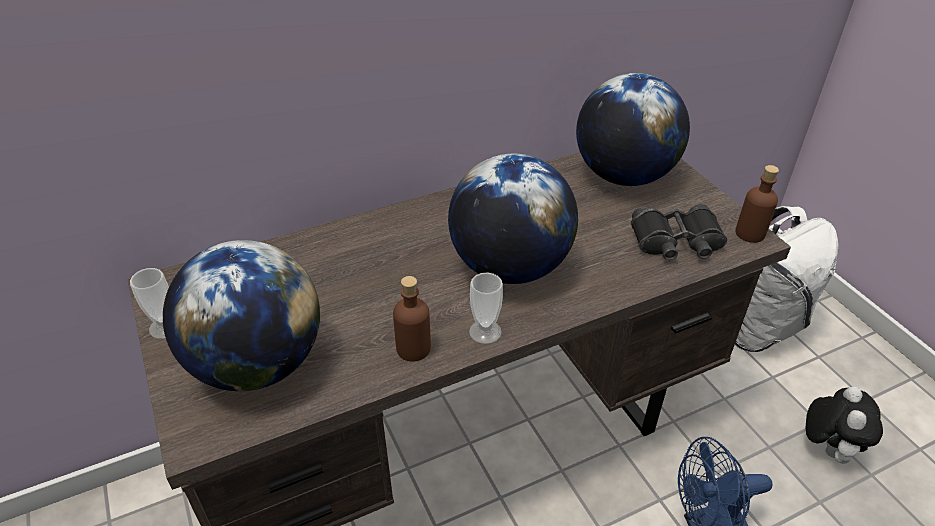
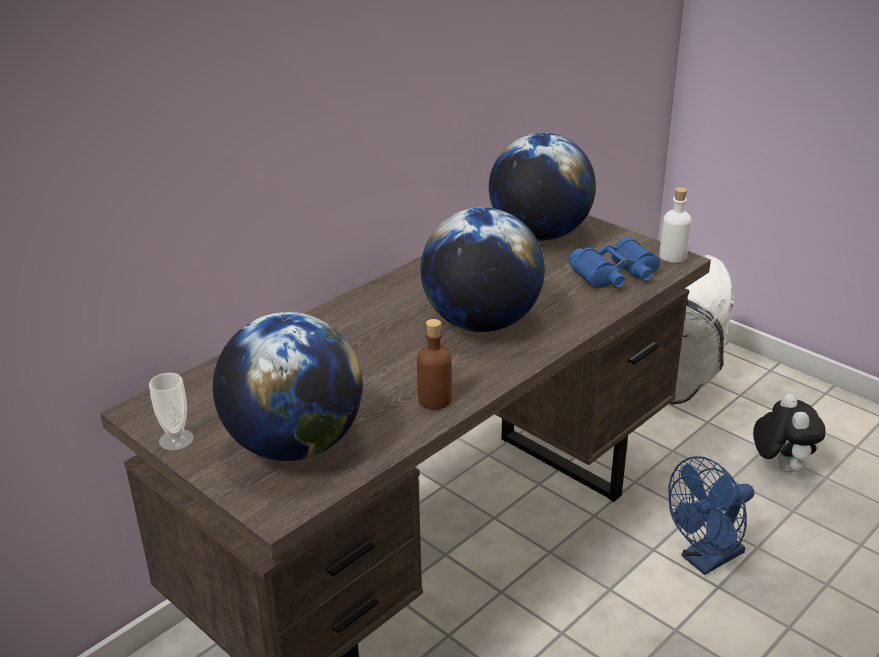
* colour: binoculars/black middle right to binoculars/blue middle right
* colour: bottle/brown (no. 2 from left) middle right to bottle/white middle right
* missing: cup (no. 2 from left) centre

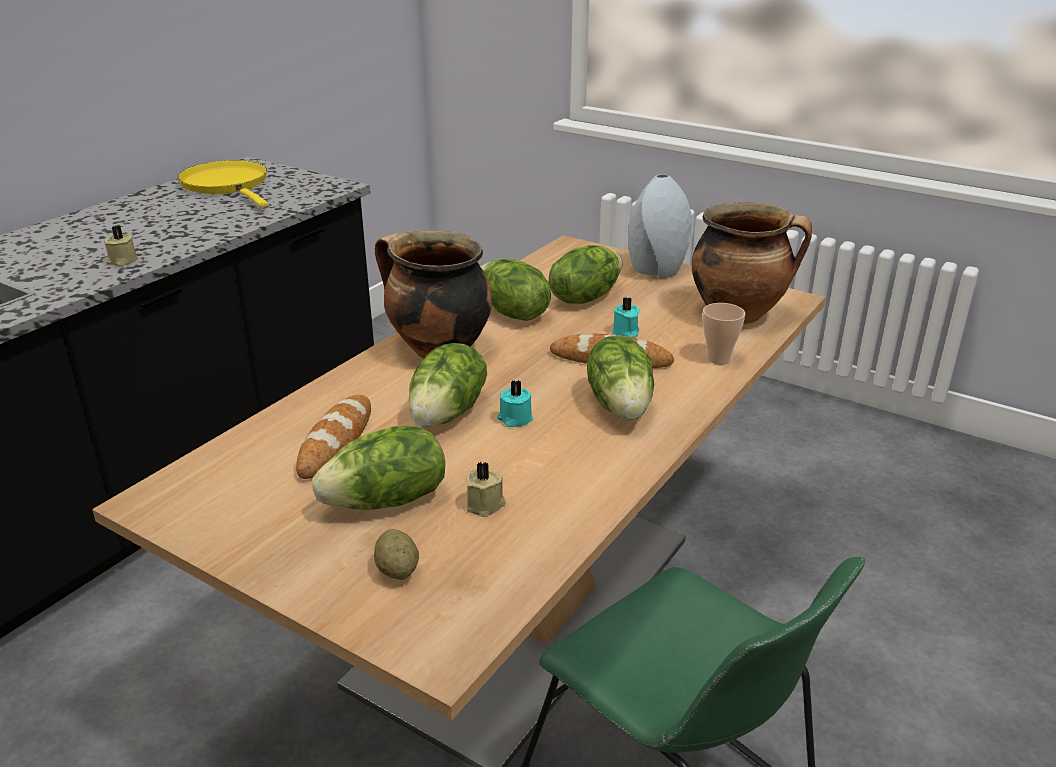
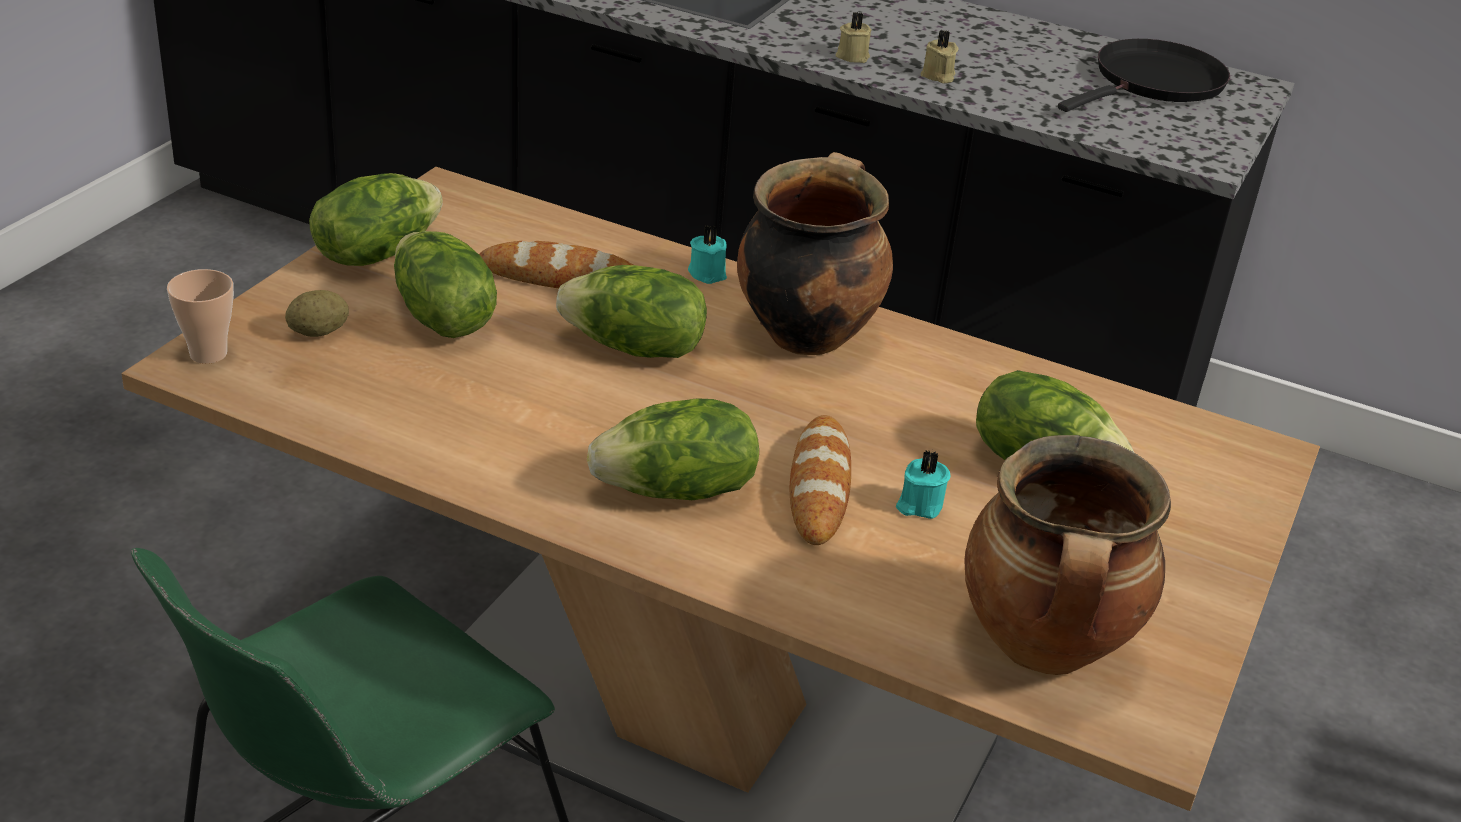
* relocated: cup middle right to middle left
* relocated: lettuce (no. 3 from left in the first image) centre to lettuce (no. 1 from left) top left
* relocated: candle/turquoise (no. 1 from left) centre to top centre
* relocated: candle/beige (no. 2 from left) centre to top centre
* colour: frying pan/yellow top left to frying pan/black top right
* missing: vase/grey top centre

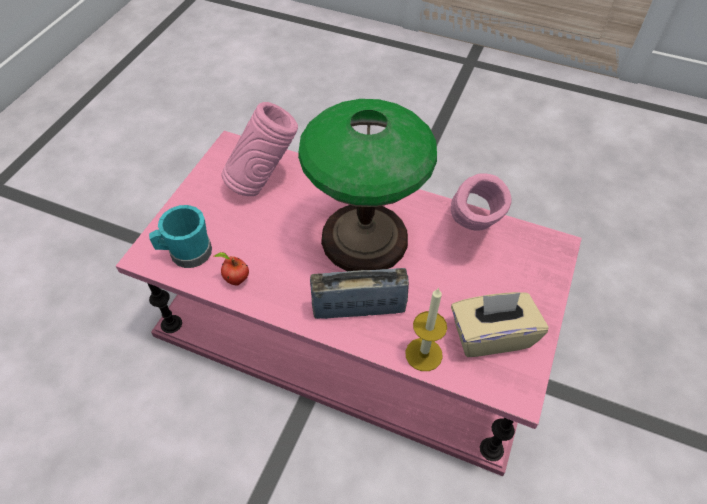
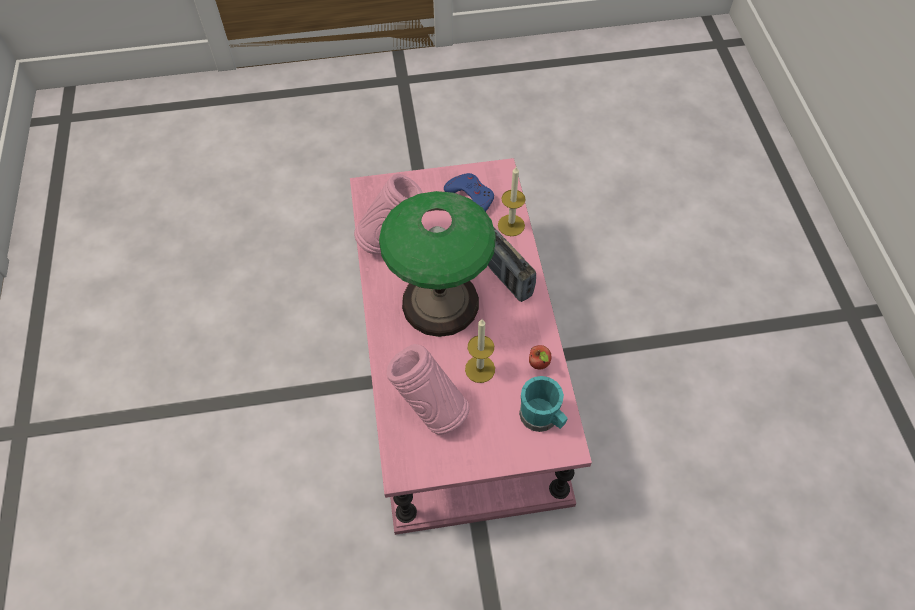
* exchanged: tissue box/beige middle right to game controller/blue top centre
* appeared: candle (no. 1 from left) centre

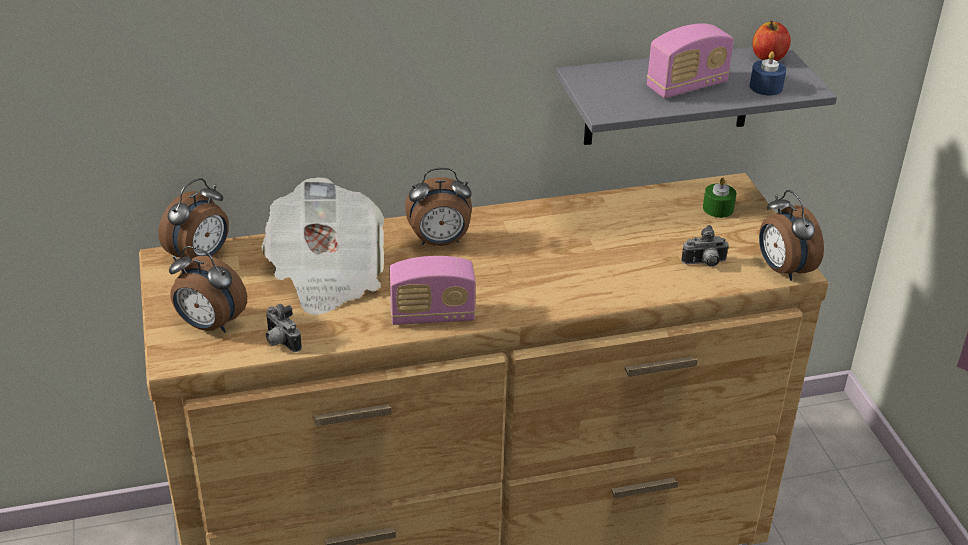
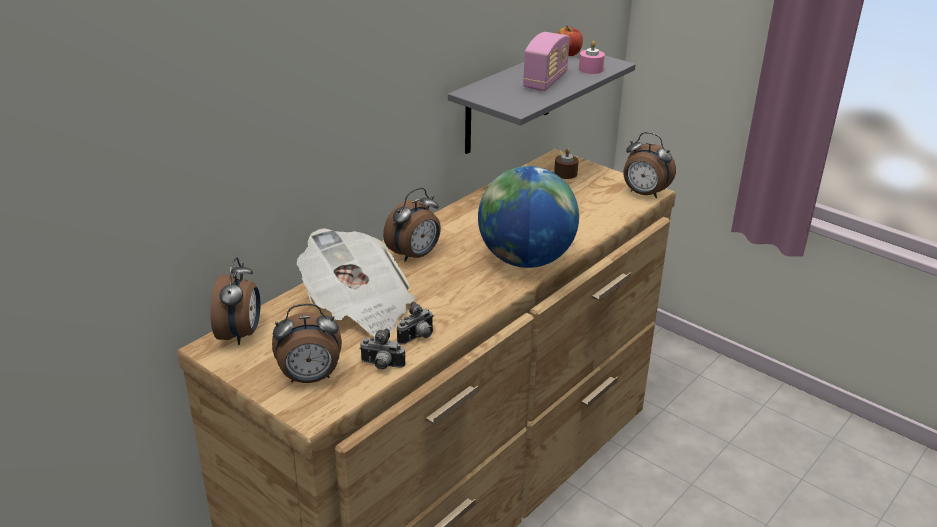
* relocated: photo camera (no. 2 from left) middle right to centre
* appeared: globe centre
* colour: candle/green middle right to candle/brown top centre
* colour: candle/blue top right to candle/pink top centre
* missing: radio (no. 1 from left) centre

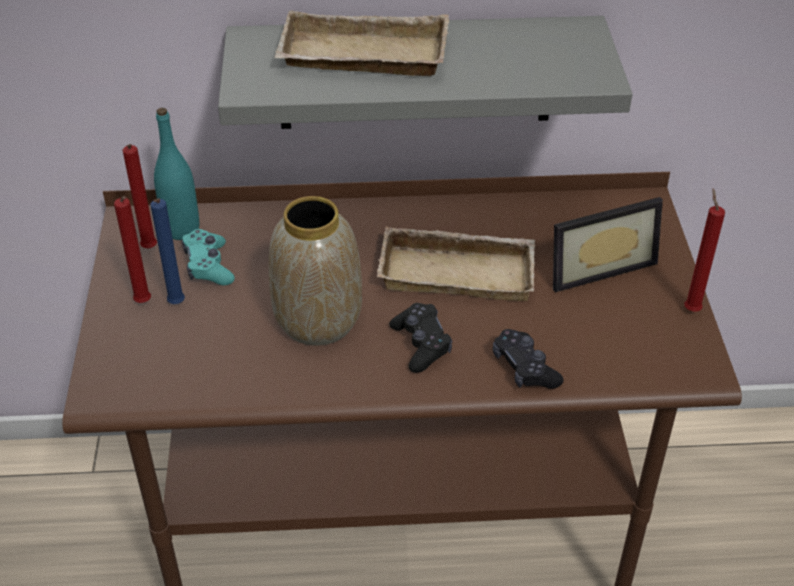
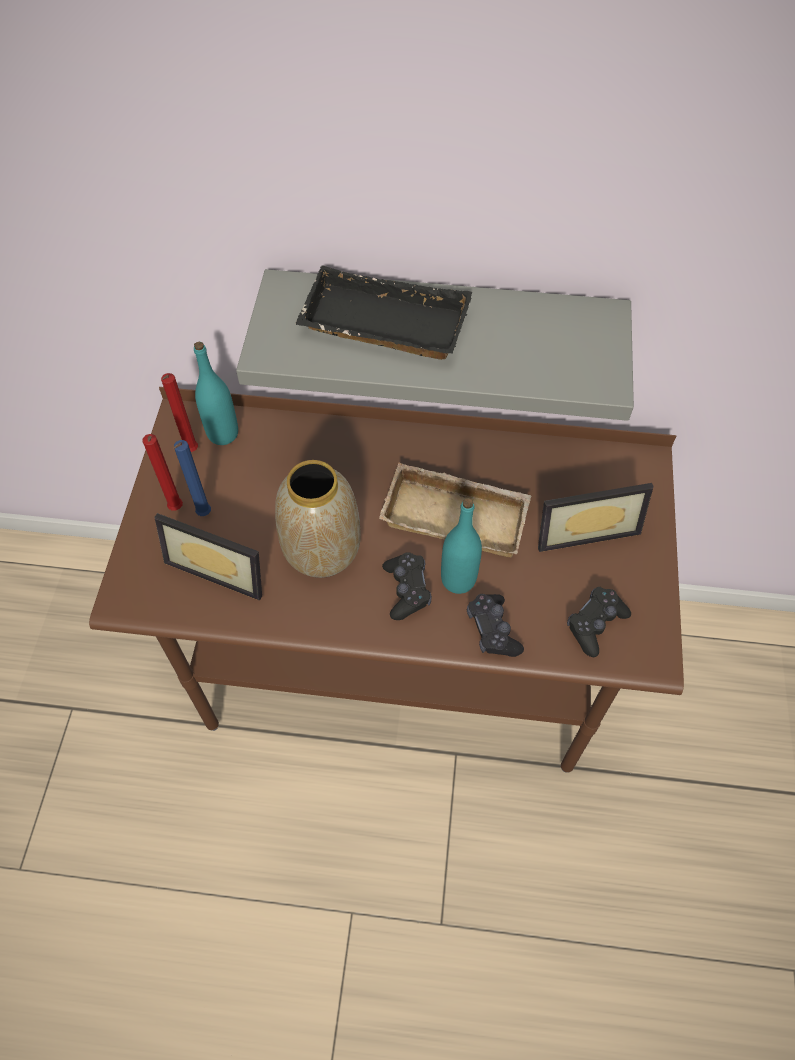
* appeared: picture frame (no. 1 from left) middle left
* colour: tray/beige (no. 1 from left) top centre to tray/black top centre
* appeared: bottle/turquoise (no. 2 from left) centre
* appeared: game controller/black (no. 3 from left) middle right
* missing: game controller/turquoise middle left
* missing: candle/red (no. 3 from left) middle right

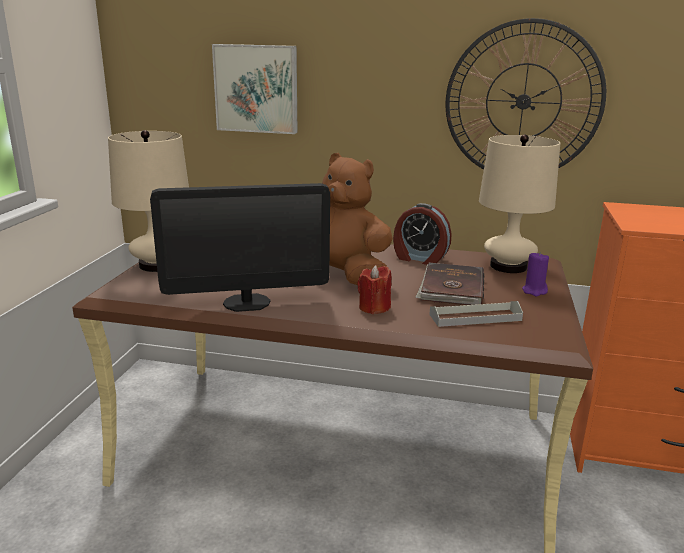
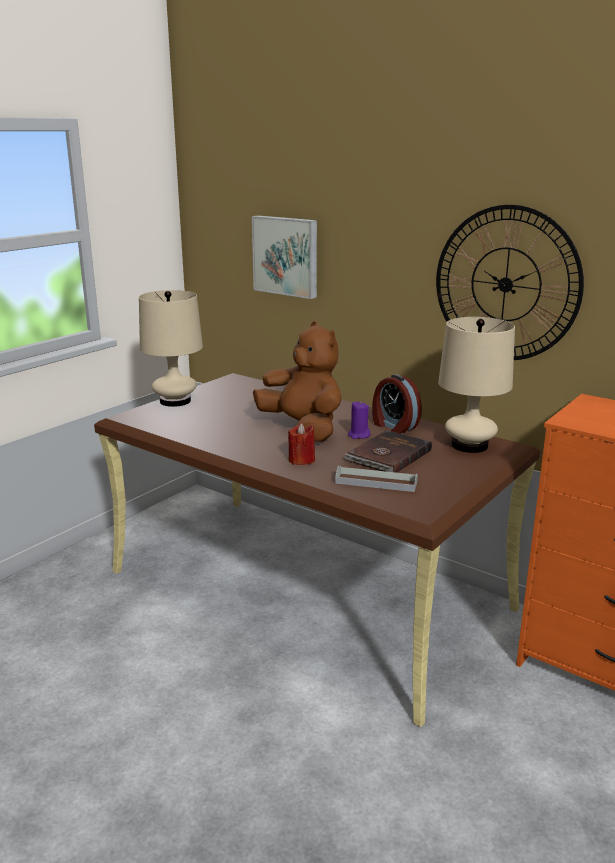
* relocated: candle/purple middle right to centre
* missing: monitor centre

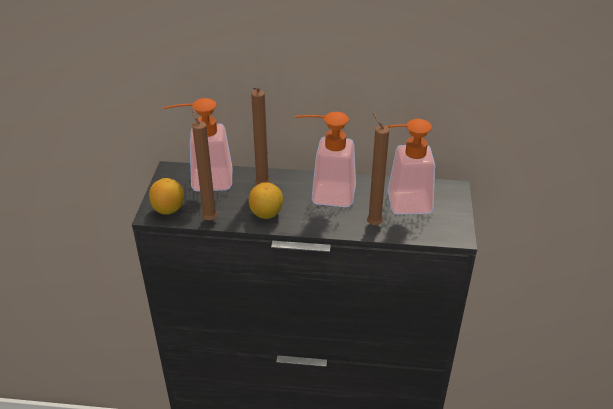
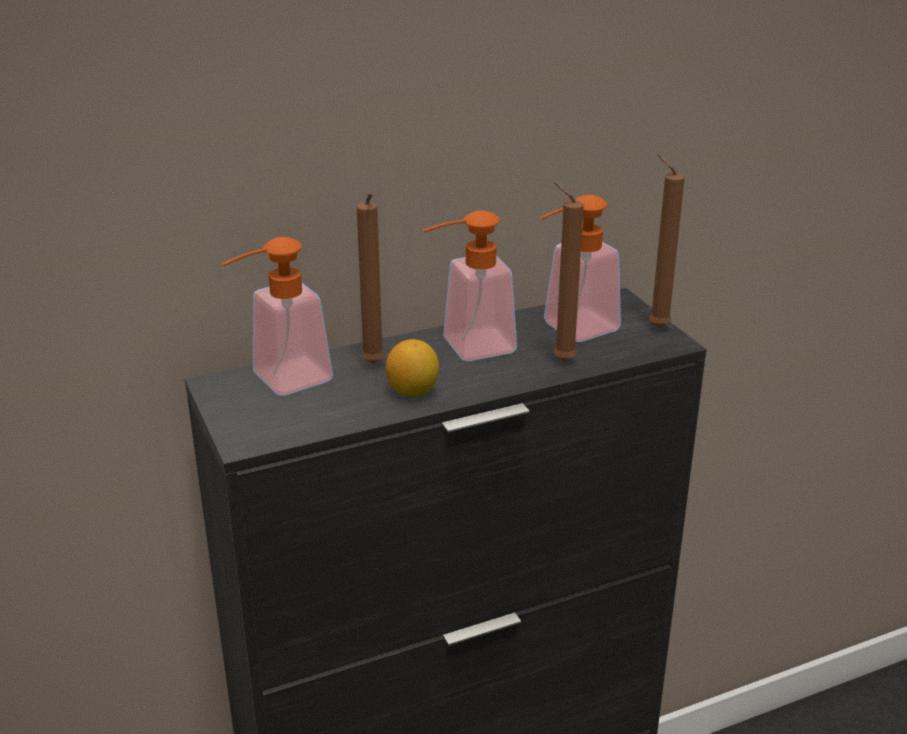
* relocated: candle/brown (no. 1 from left in the first image) middle left to candle/brown (no. 3 from left) top right
* missing: lemon (no. 1 from left) middle left

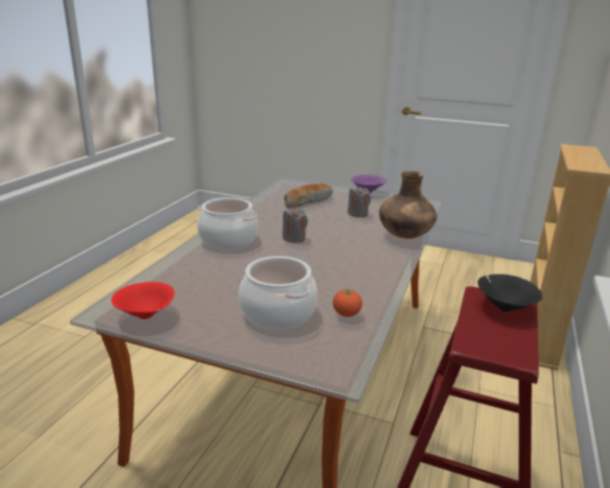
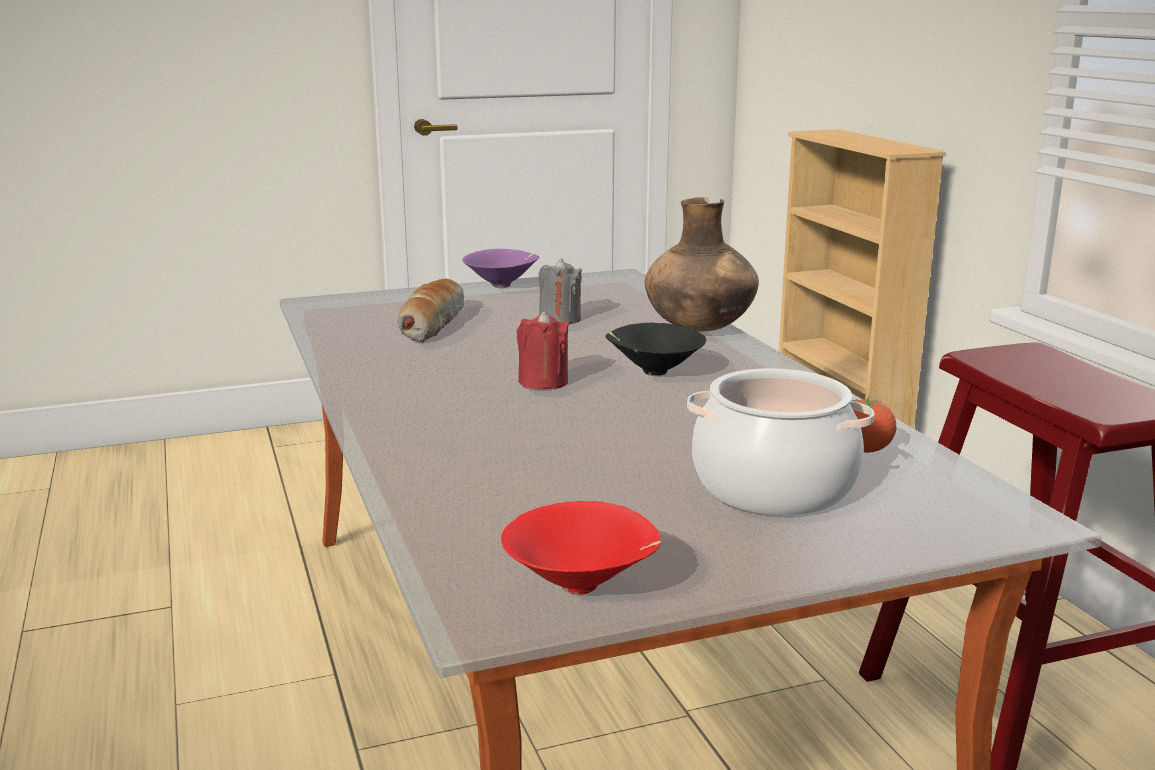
* colour: candle/grey (no. 1 from left) centre to candle/red centre
* relocated: bowl/black middle right to centre
* missing: cooking pot (no. 1 from left) centre

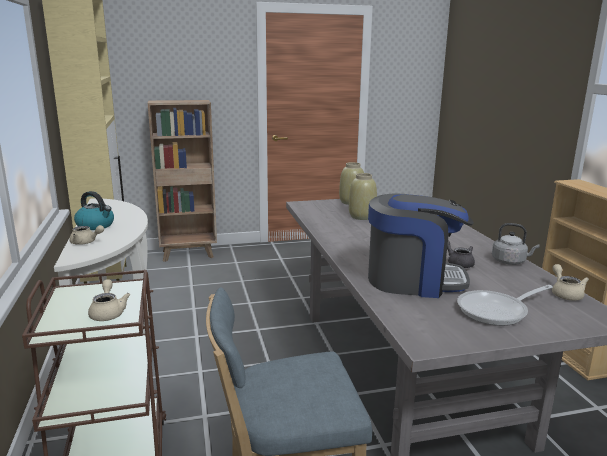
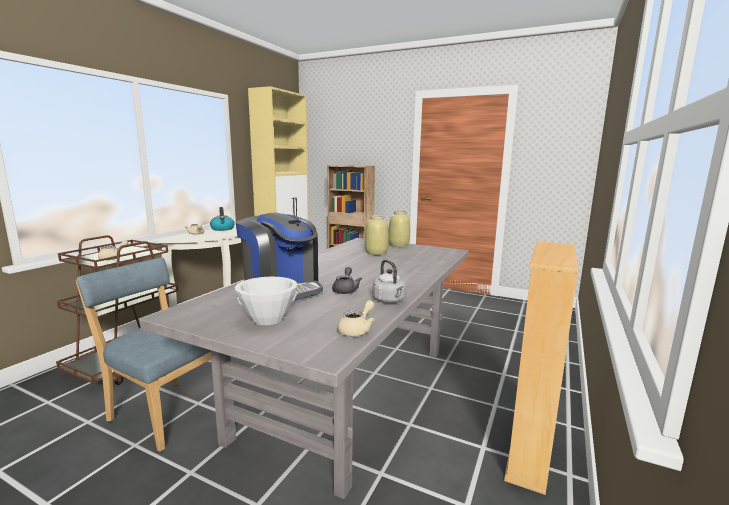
* exchanged: frying pan bottom right to bowl/white centre

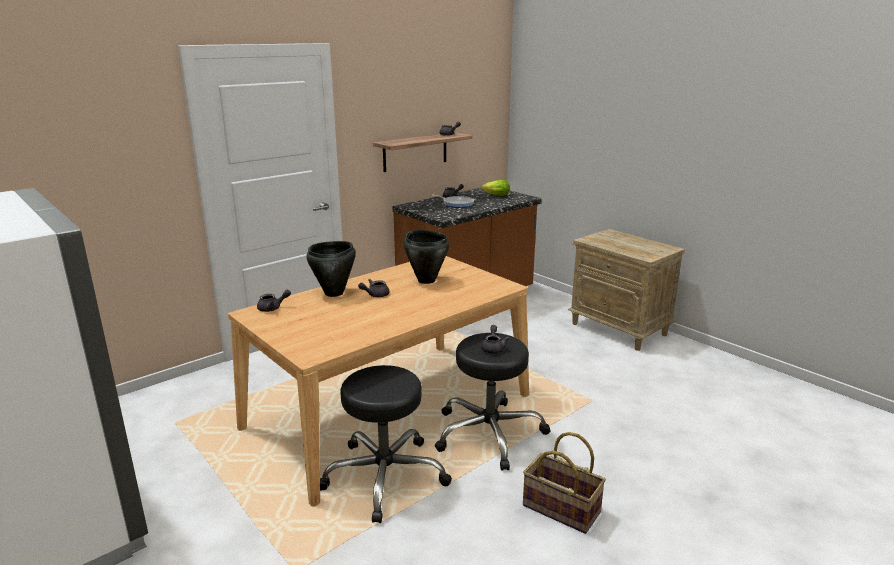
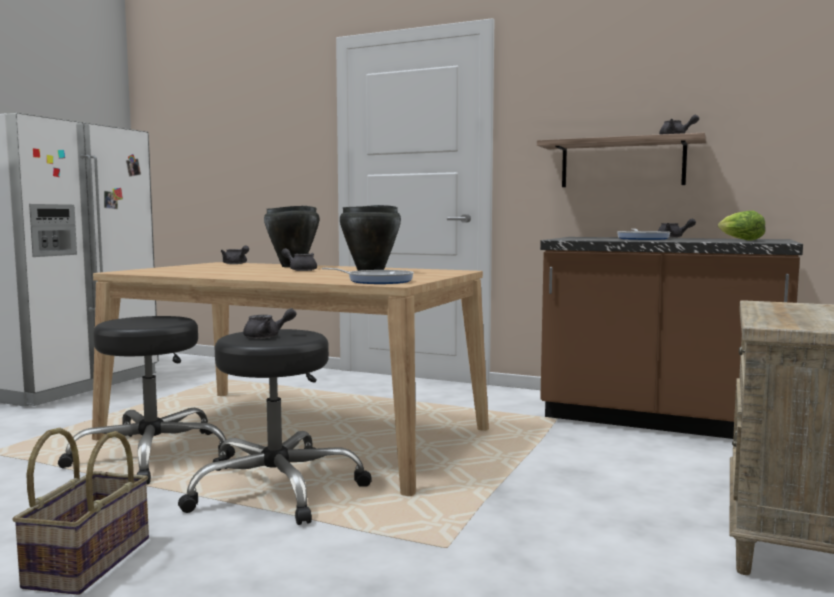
* appeared: frying pan (no. 1 from left) centre

